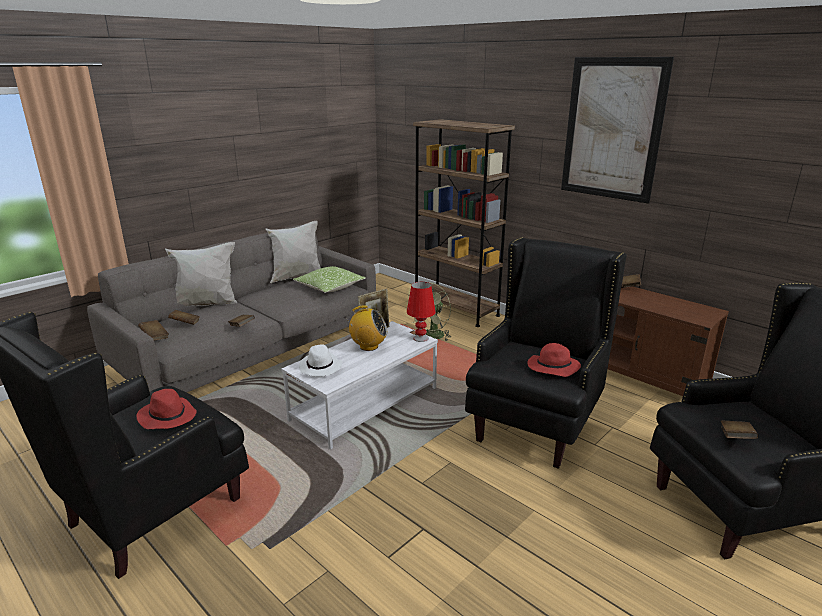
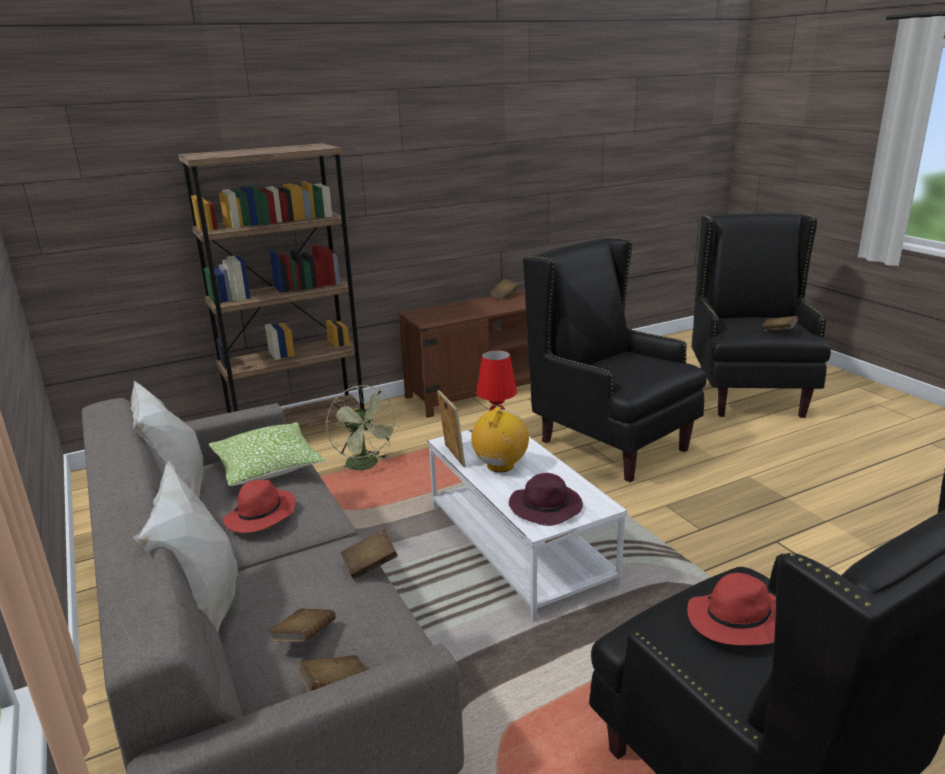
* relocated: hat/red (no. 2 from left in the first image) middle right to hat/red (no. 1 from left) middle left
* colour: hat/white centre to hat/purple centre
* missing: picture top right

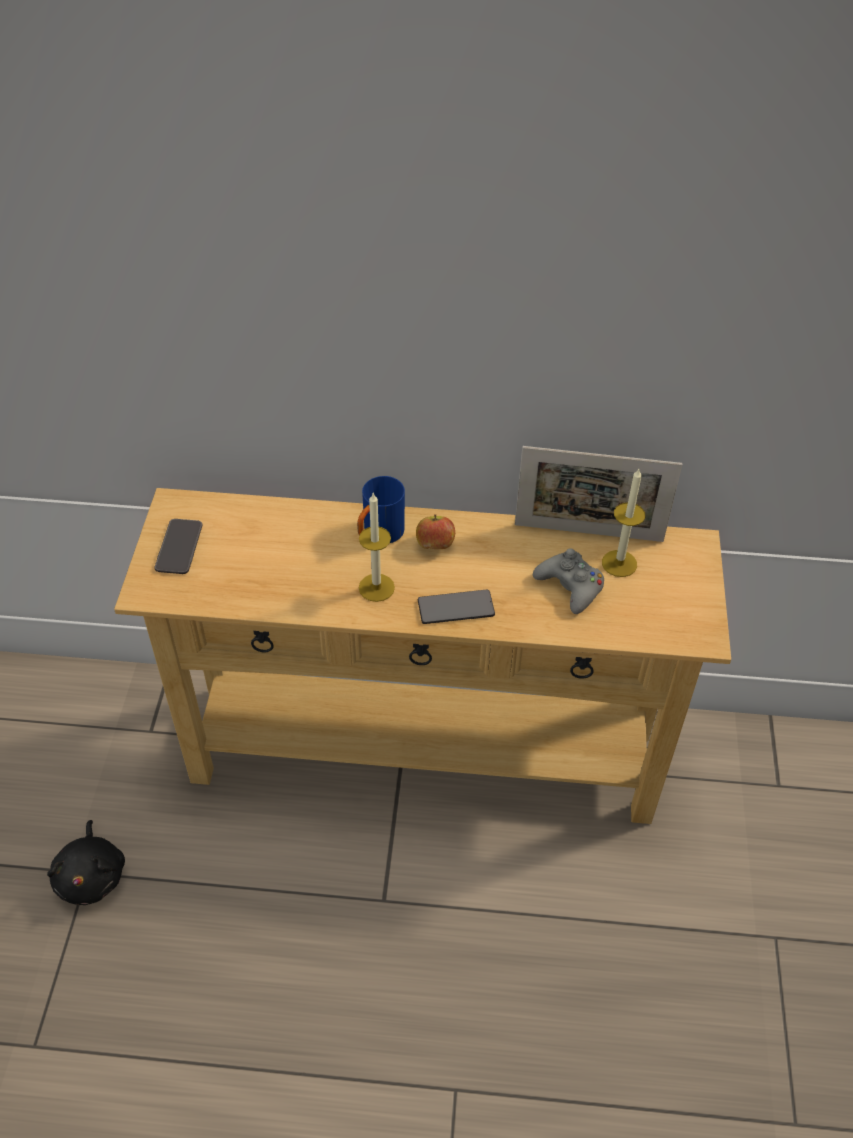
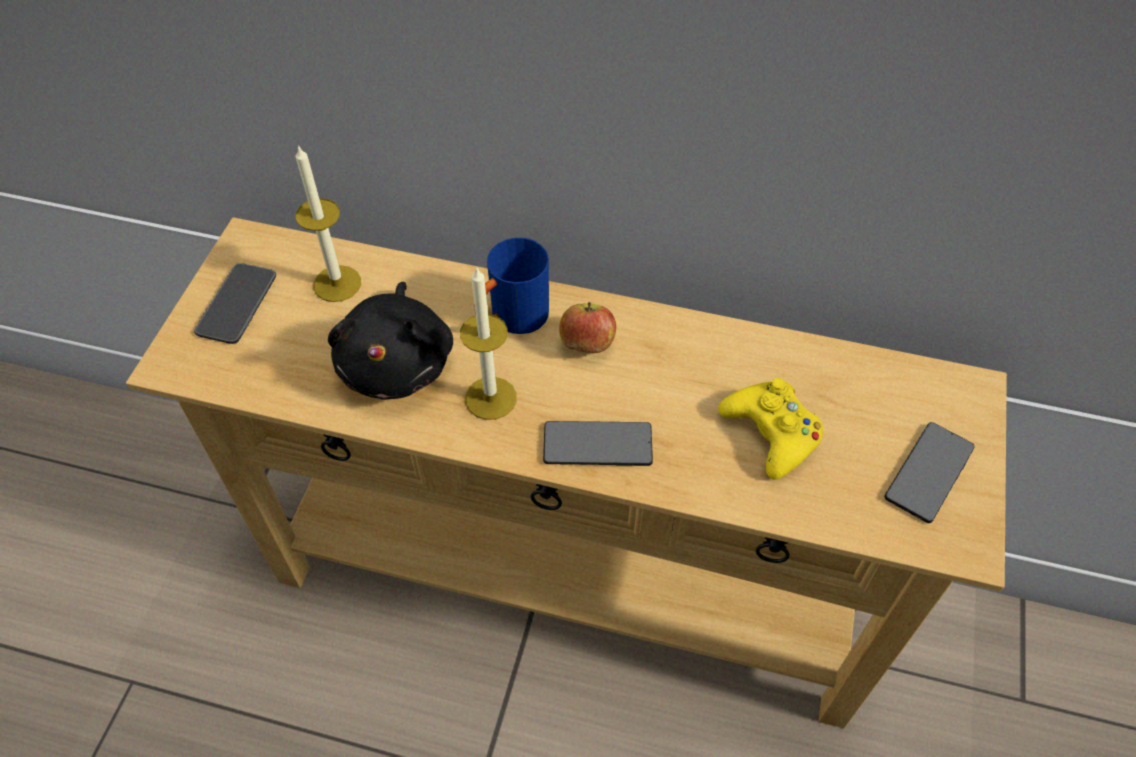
* relocated: candle (no. 2 from left in the first image) middle right to candle (no. 1 from left) top left
* relocated: plush toy/black bottom left to centre
* colour: game controller/grey centre to game controller/yellow middle right
* appeared: phone (no. 3 from left) middle right
* missing: picture frame middle right

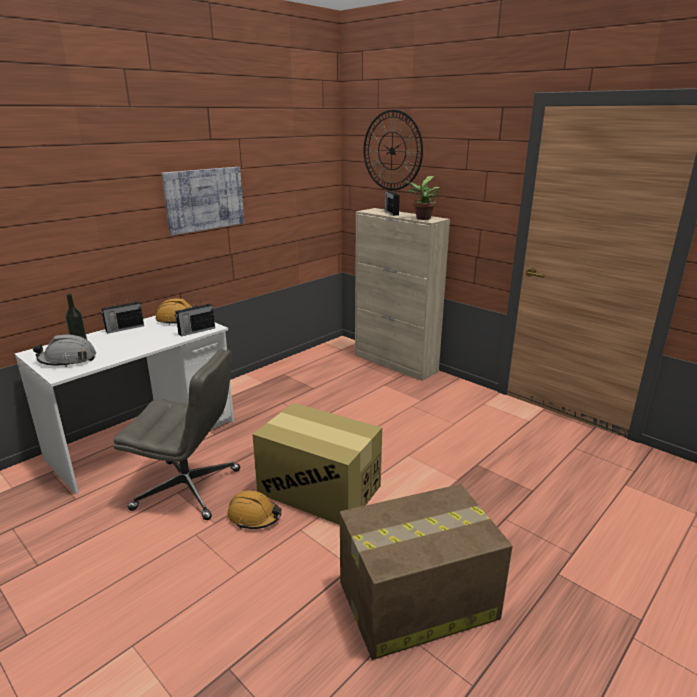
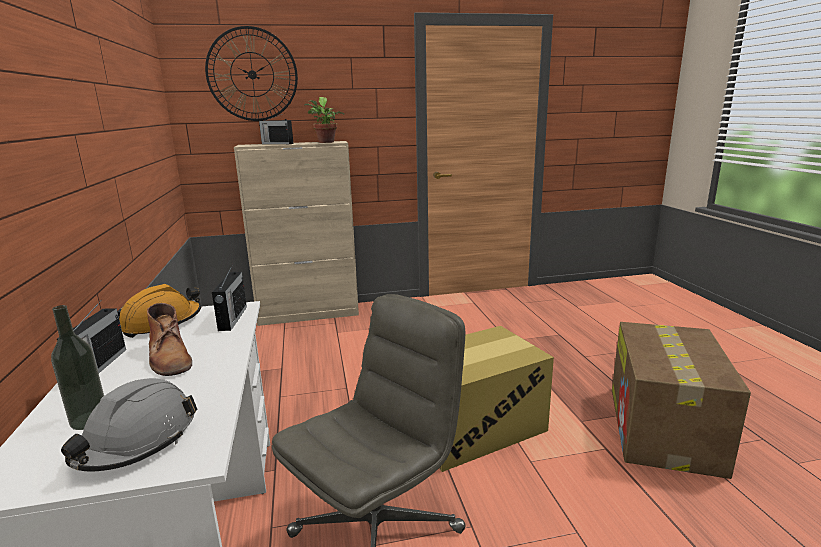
* appeared: boot/brown middle left
* missing: picture top left
* missing: hard hat/orange (no. 2 from left) bottom centre

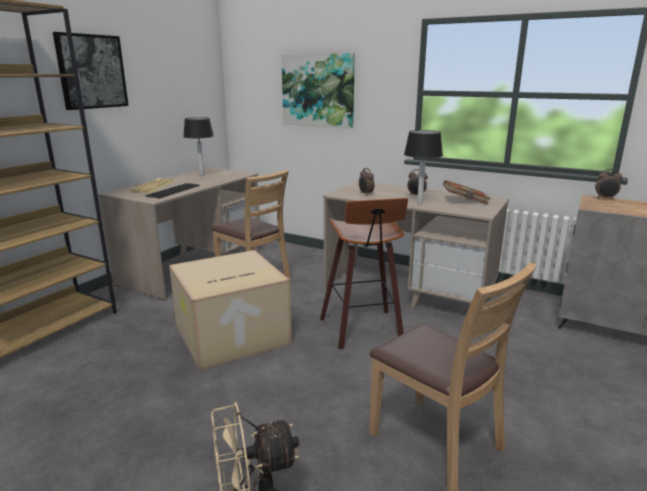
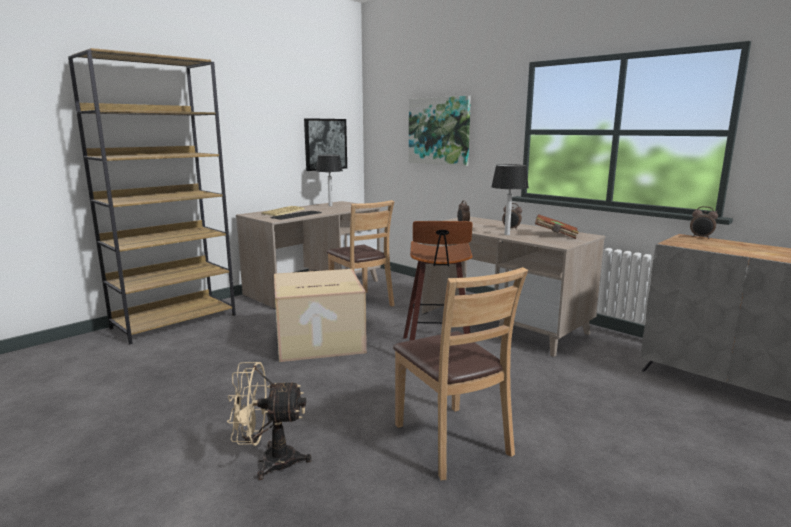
* relocated: picture (no. 1 from left) top left to top centre

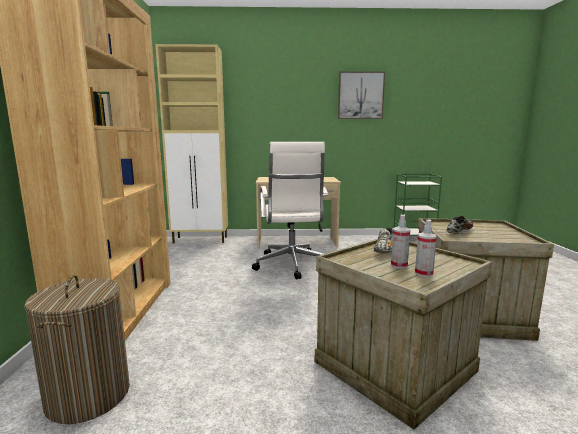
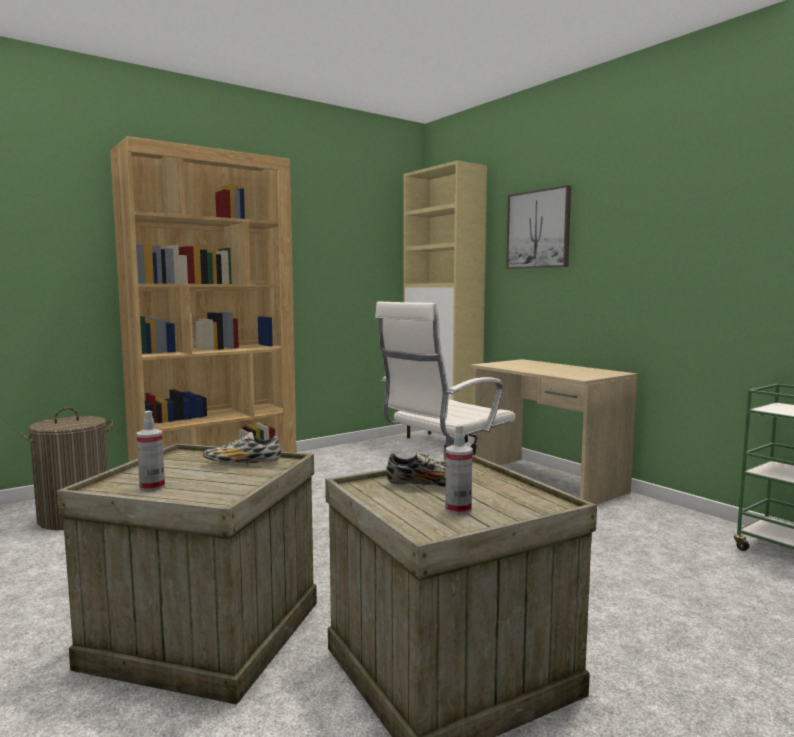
* relocated: spray bottle (no. 1 from left in the first image) middle right to spray bottle (no. 2 from left) centre
* relocated: picture top centre to top right

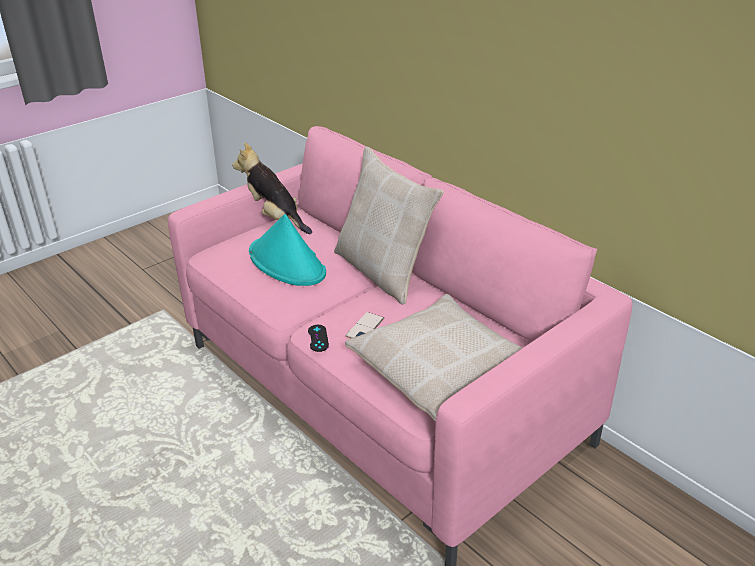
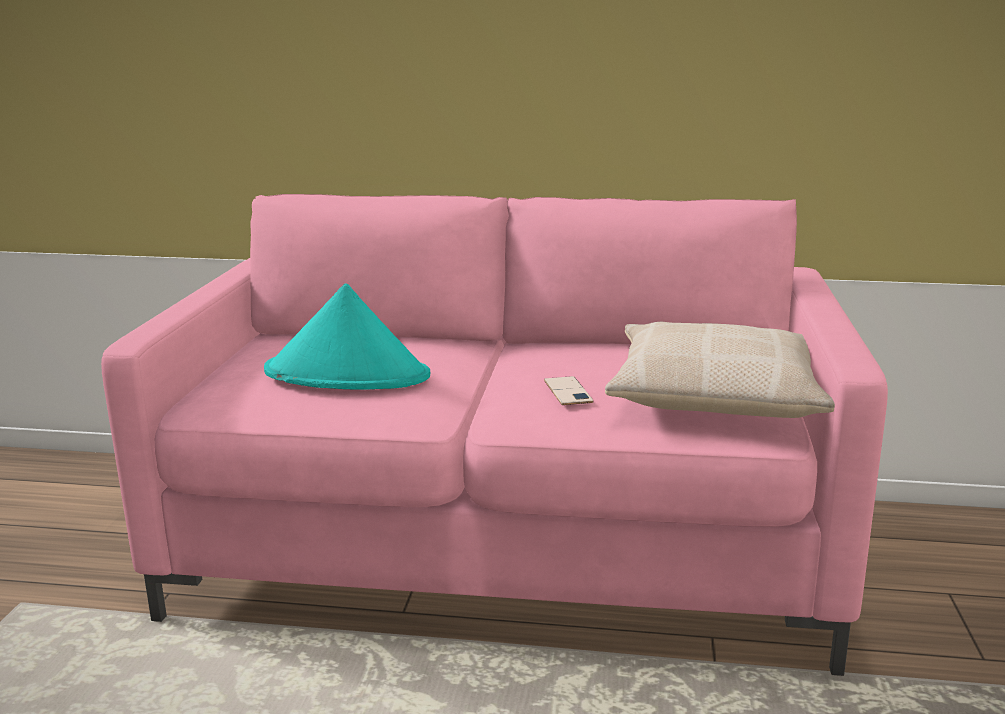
* missing: plush toy top centre
* missing: game controller/black centre
* missing: pillow/beige (no. 1 from left) centre

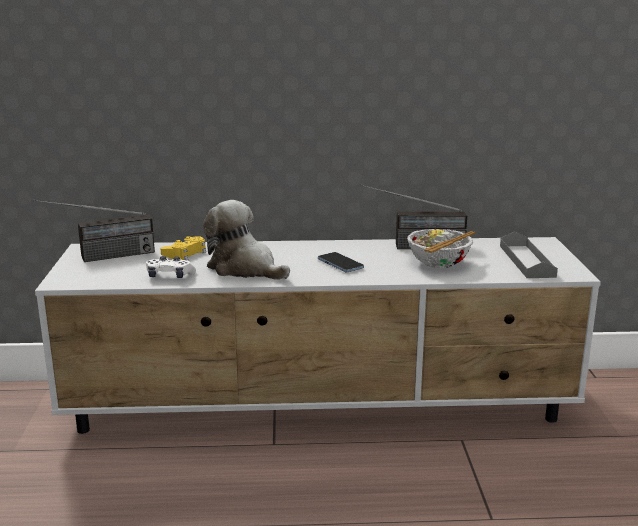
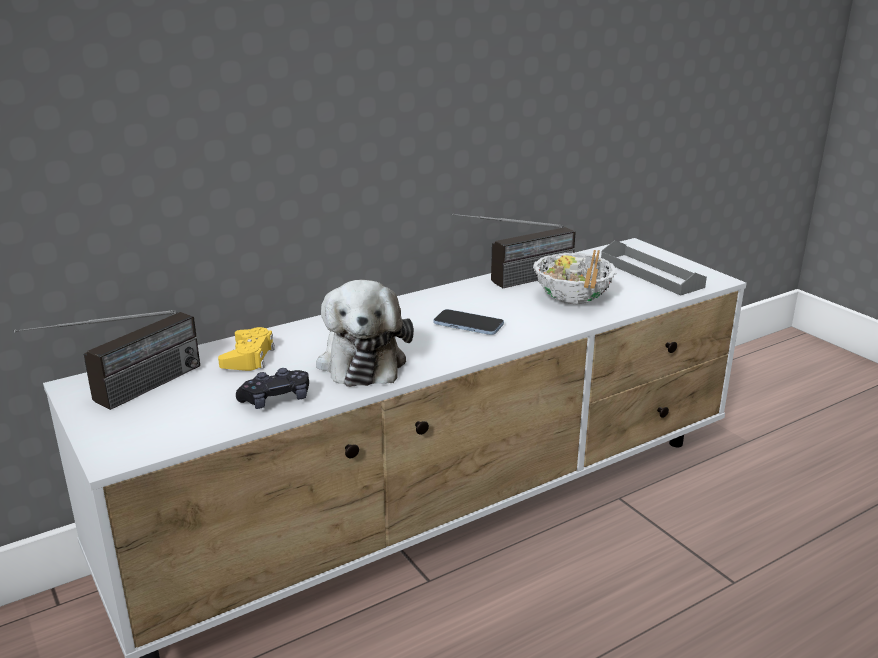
* colour: game controller/white middle left to game controller/black middle left
* spun: plush toy centre = centre 105 degrees counterclockwise

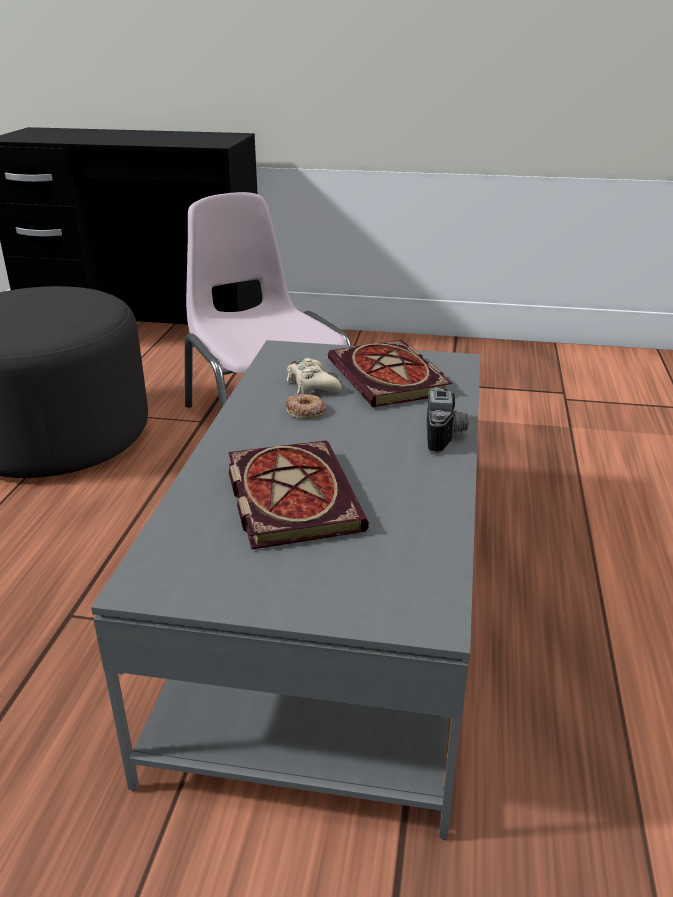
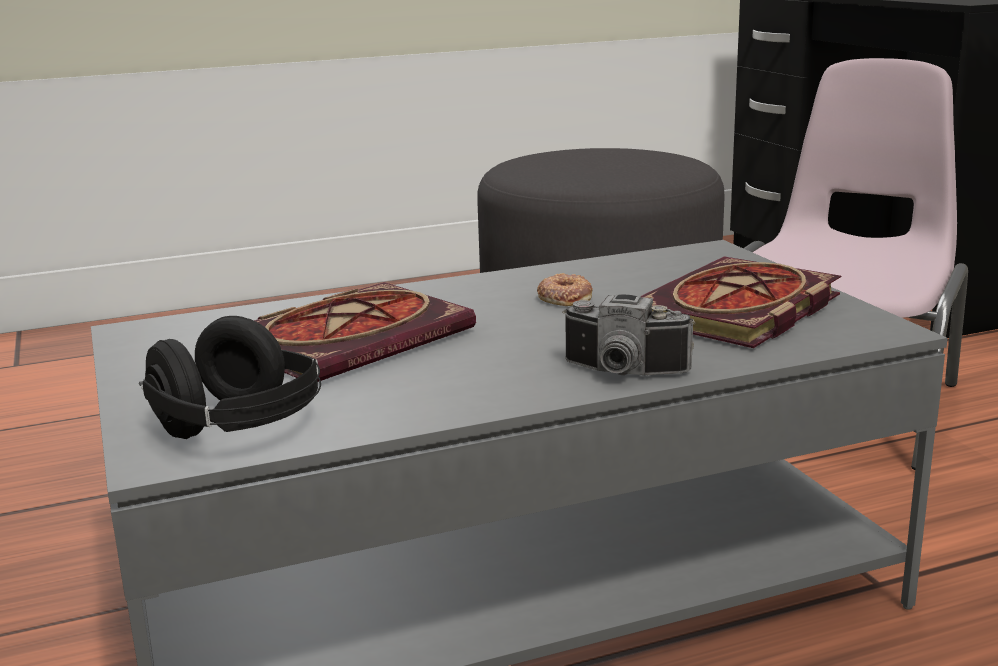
* appeared: headphones/black middle left
* spun: photo camera centre = centre 45 degrees clockwise
* missing: game controller/beige centre

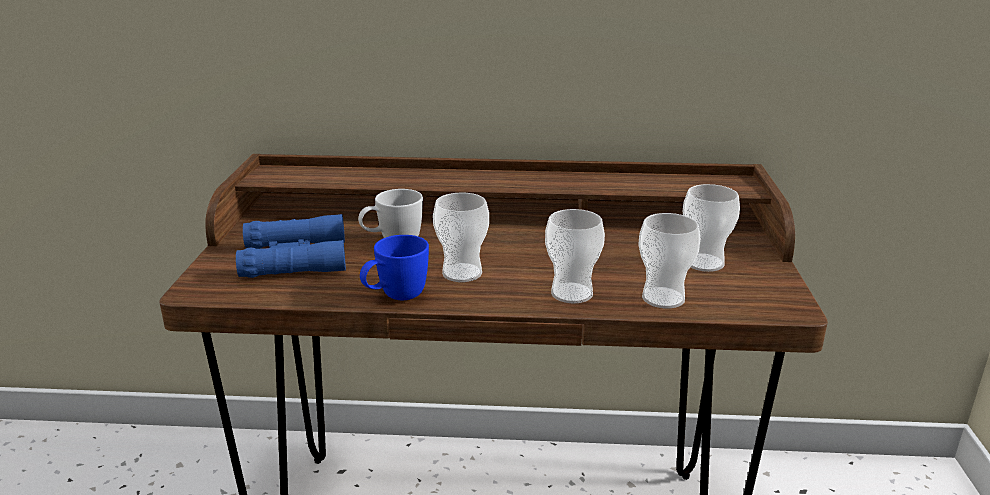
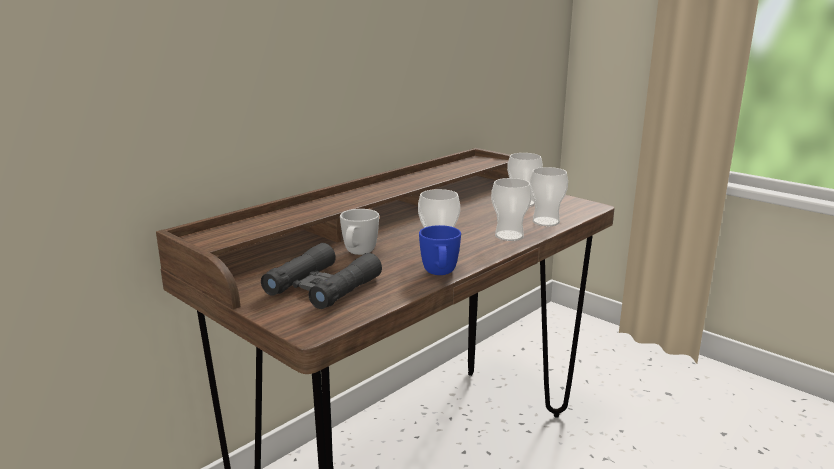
* colour: binoculars/blue middle left to binoculars/black centre

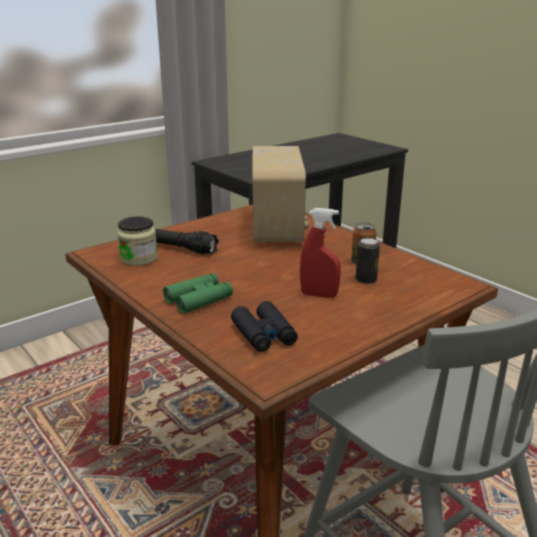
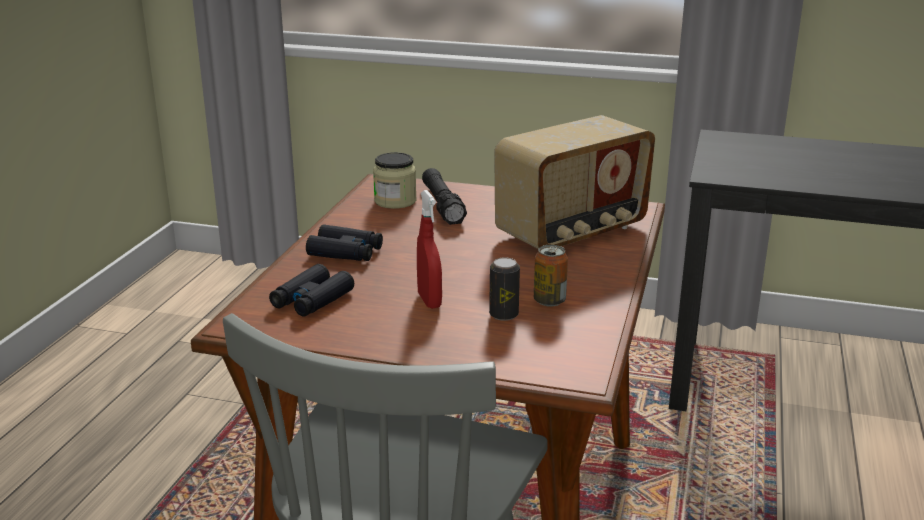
* colour: binoculars/green centre to binoculars/black (no. 2 from left) centre

